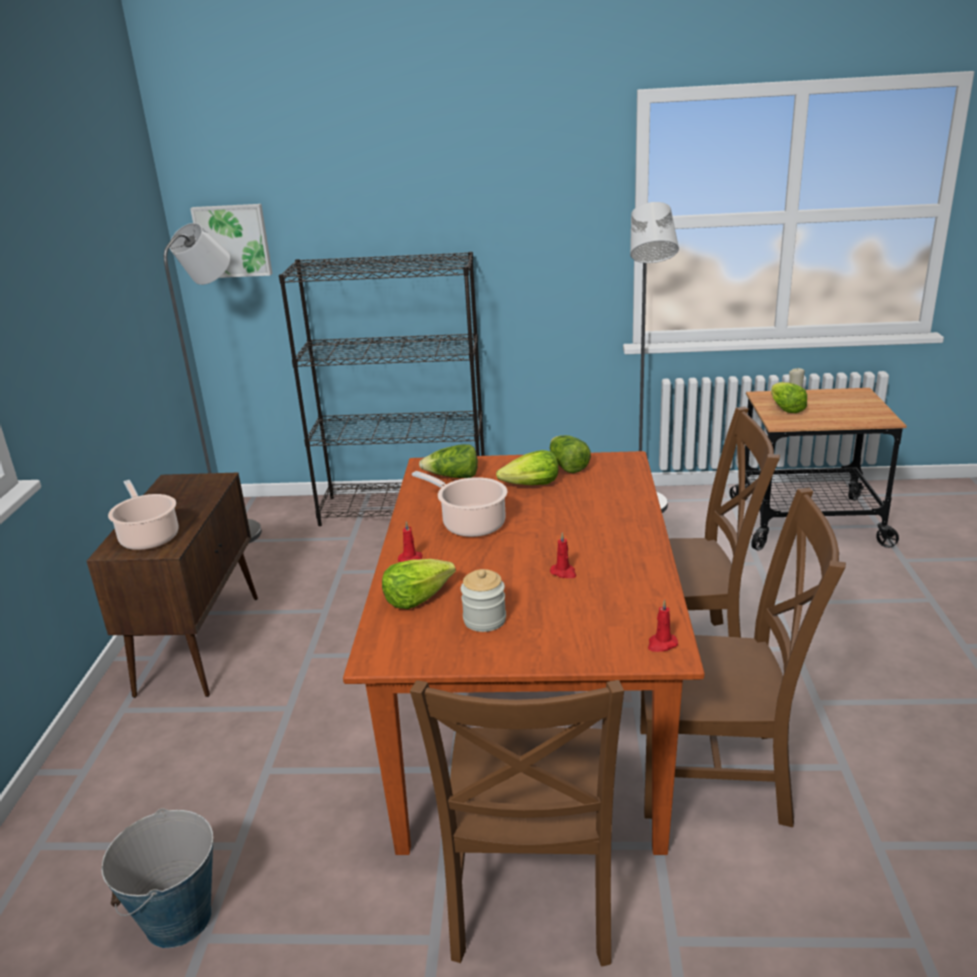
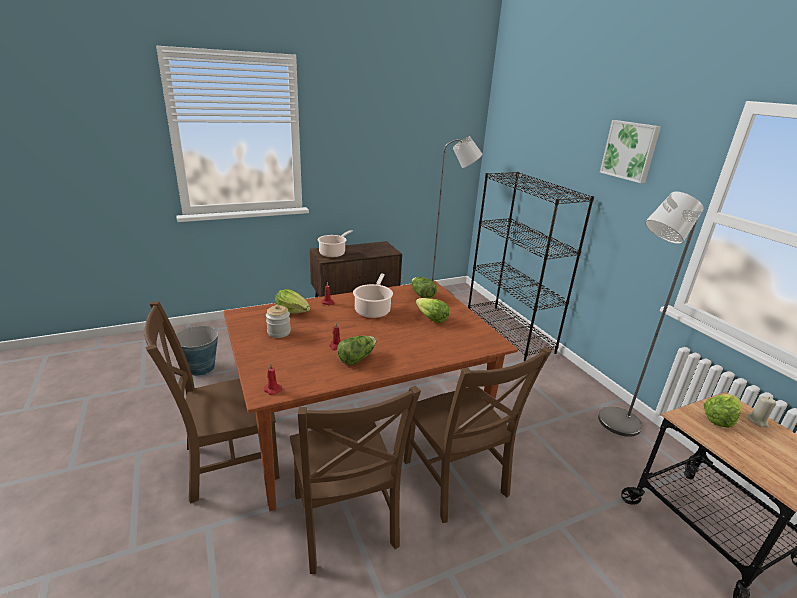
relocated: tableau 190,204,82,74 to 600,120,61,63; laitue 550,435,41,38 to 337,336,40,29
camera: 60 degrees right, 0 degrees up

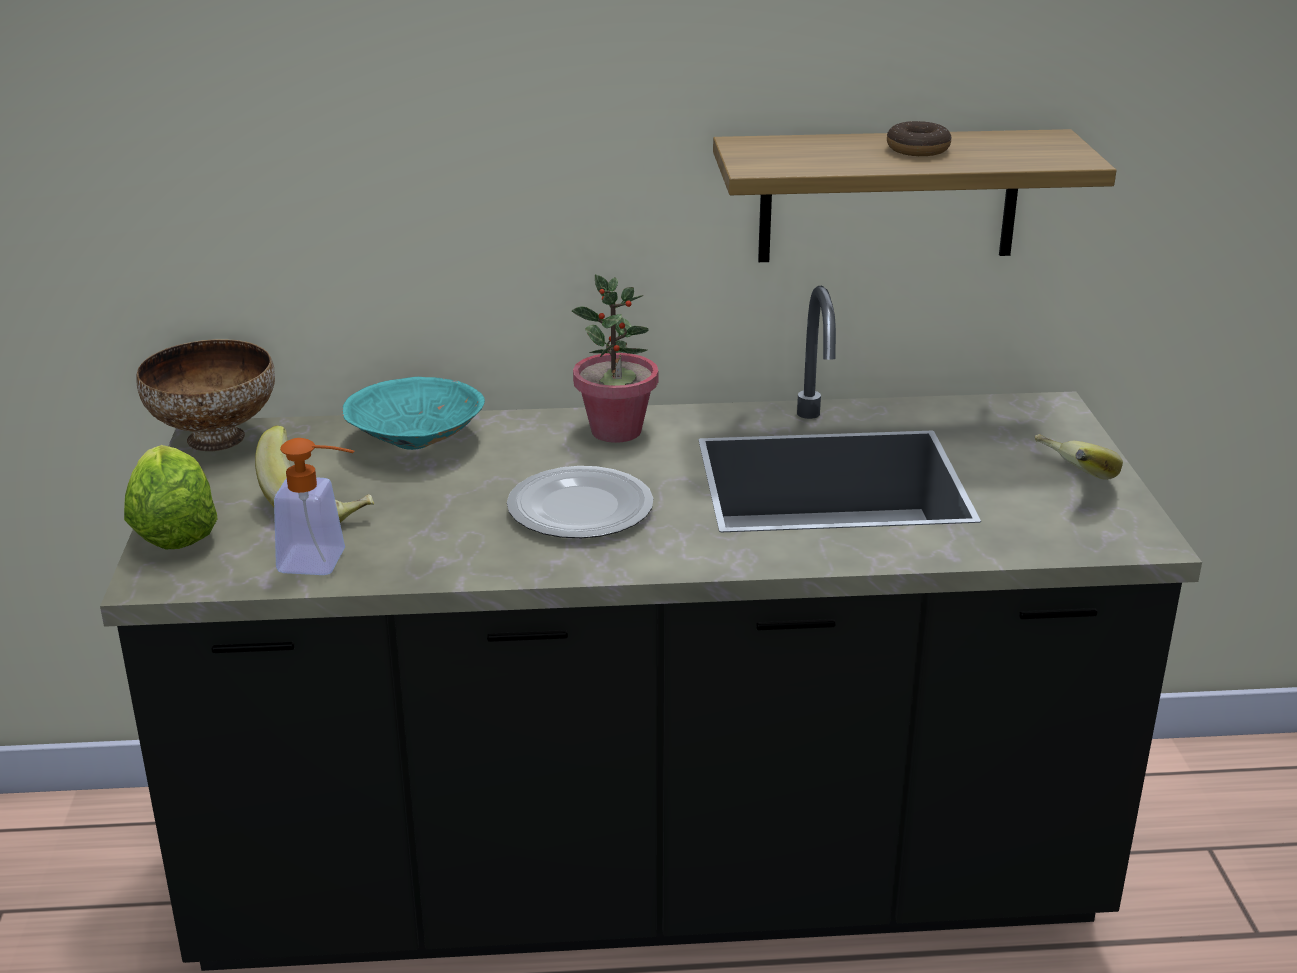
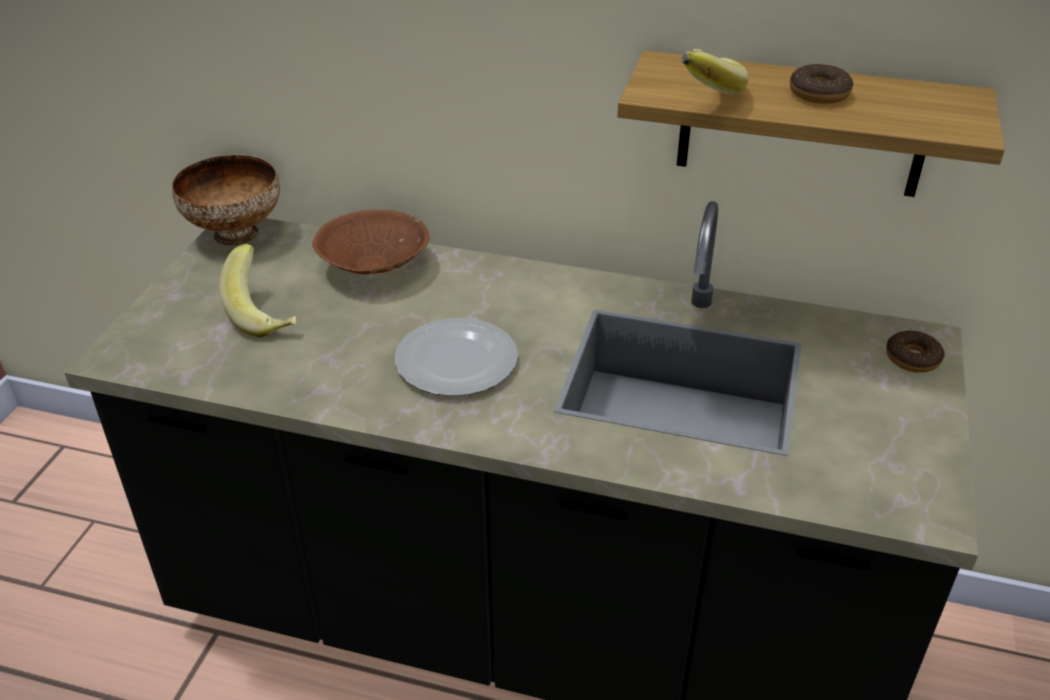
missing: laitue 124,445,93,105; distributeur de savon 274,438,80,137; plante en pot 572,274,87,169
appeared: beignet 886,330,58,43
relocated: banane 1035,434,88,46 to 681,49,68,45
colour: bol (turquoise) 342,377,143,73 to bol (marron) 312,210,118,65
camera: 20 degrees right, 10 degrees up

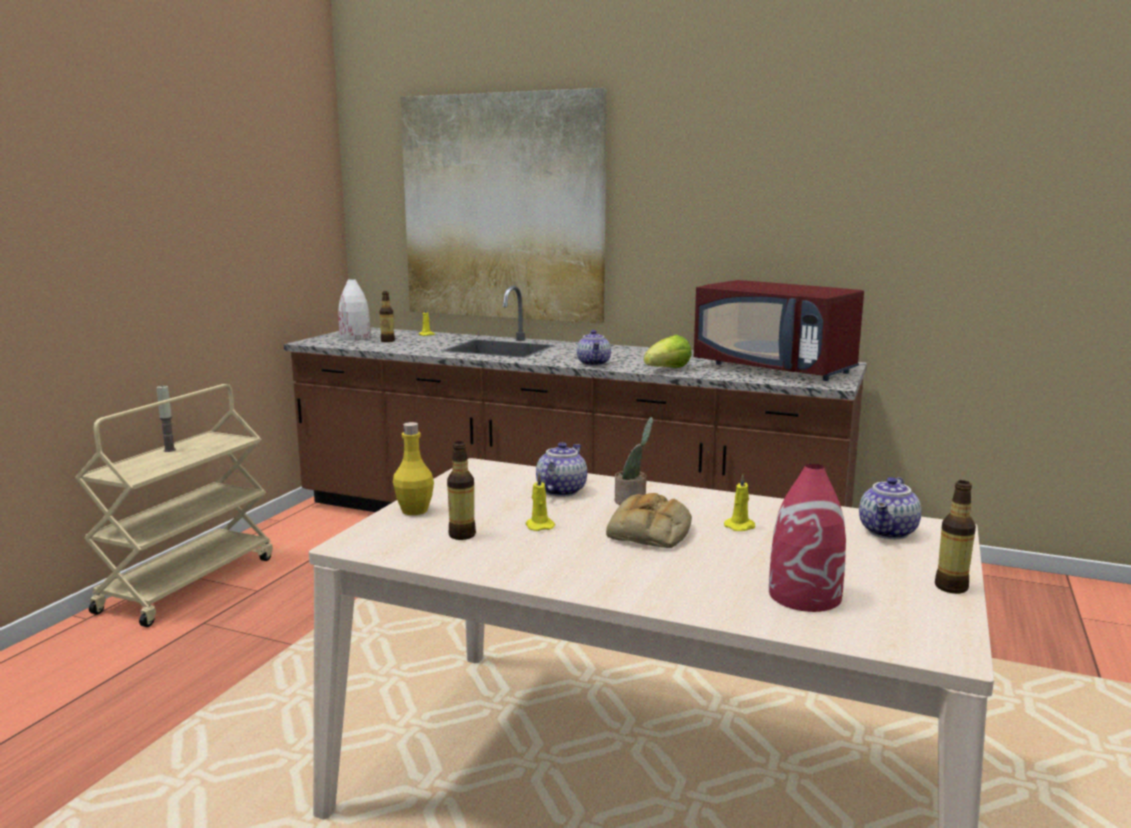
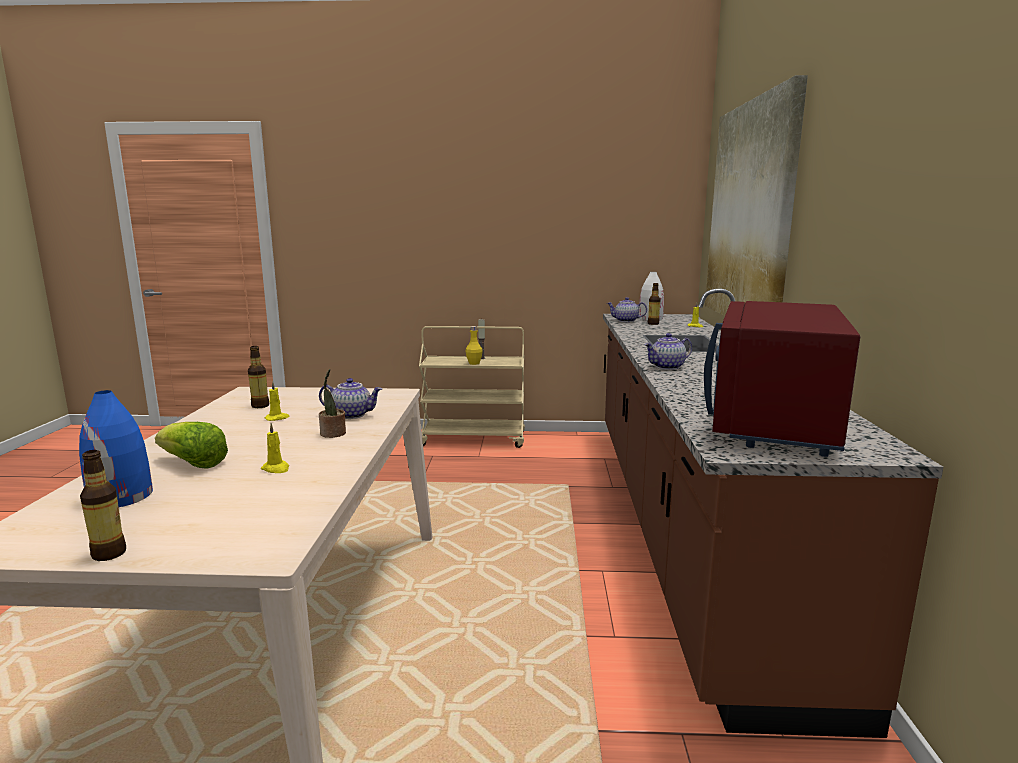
missing: pain 606,493,86,55
relocated: bouteille (jaune) 393,422,41,93 to 466,326,17,39; laitue 644,335,48,33 to 155,422,73,47; théière 859,477,62,62 to 607,297,40,25
colour: vase (rouge) 769,464,77,148 to vase (bleu) 79,390,74,117
camera: 70 degrees right, 0 degrees up

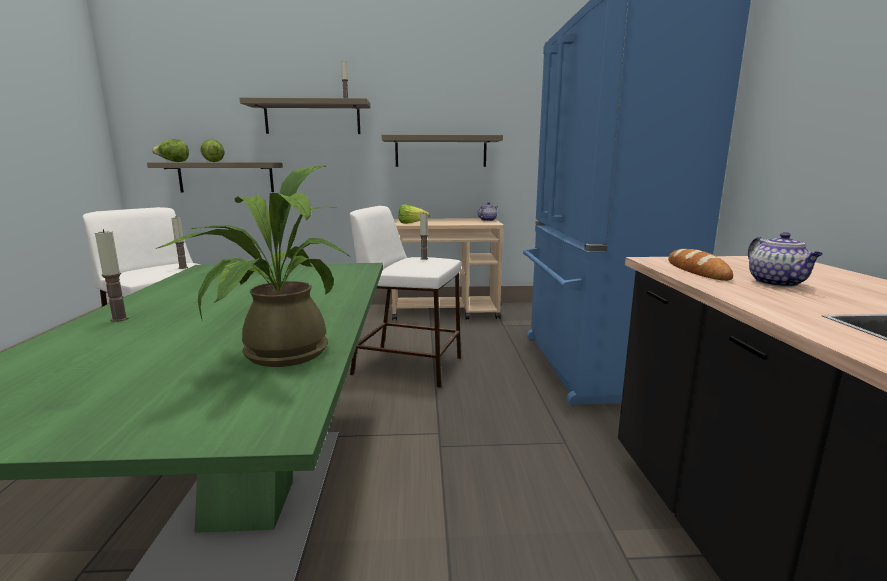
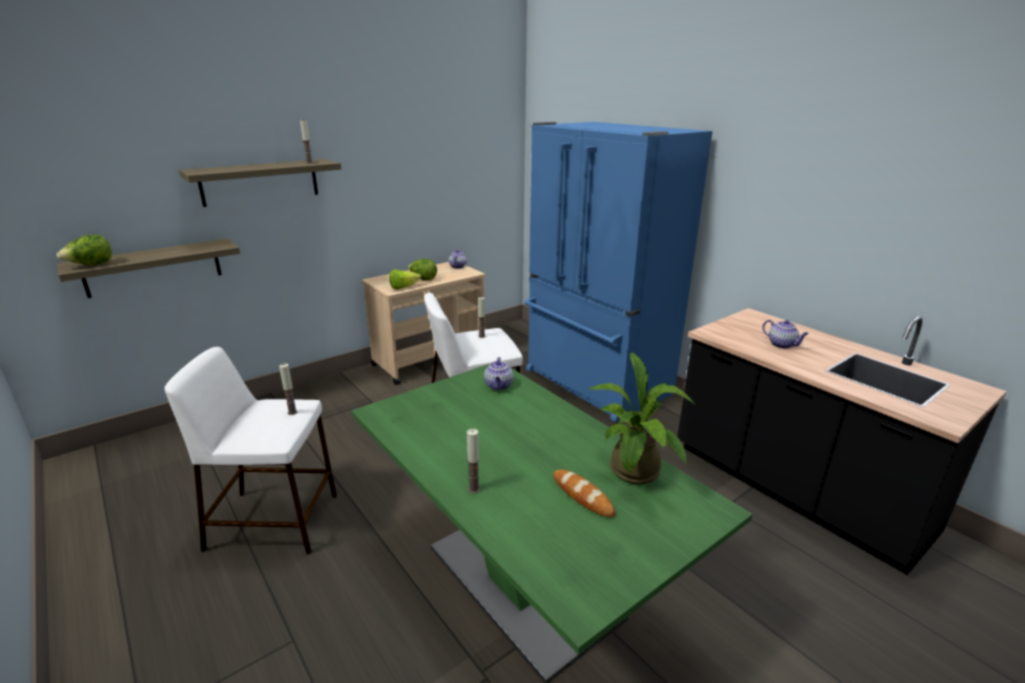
missing: étagère 382,135,121,32
appeared: théière 484,357,29,33
relocated: laitue 201,139,24,23 to 407,259,30,21; pain 668,249,65,32 to 554,470,61,47
camera: 35 degrees left, 10 degrees up

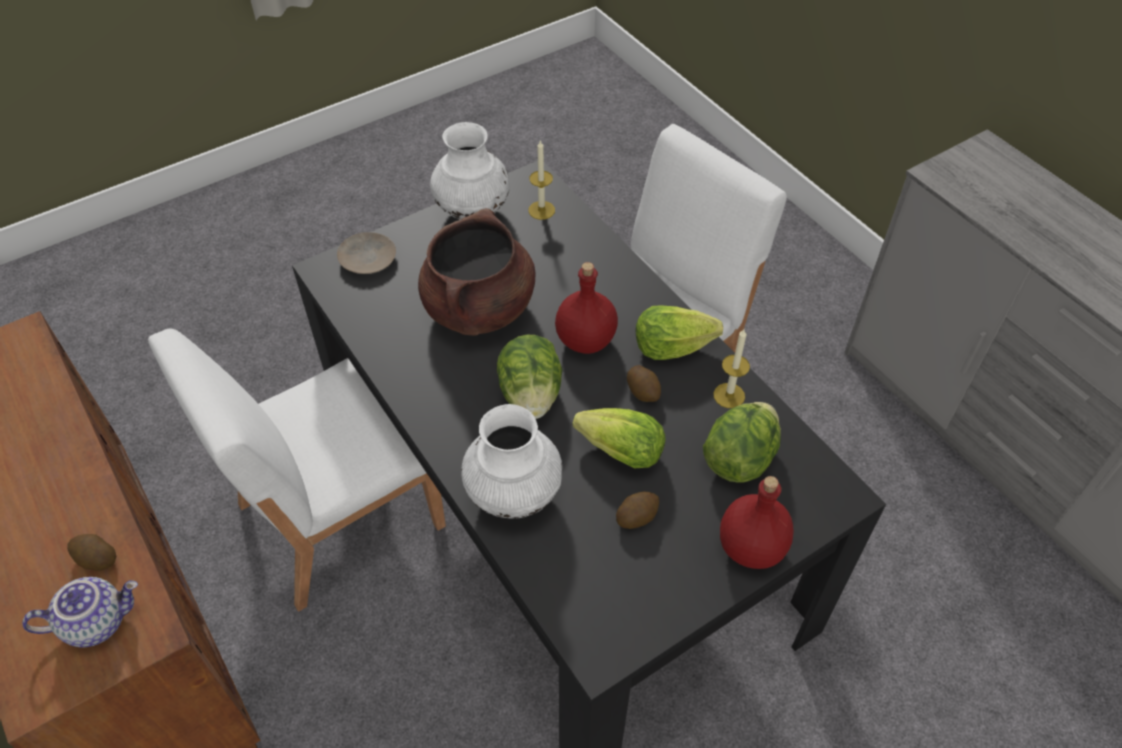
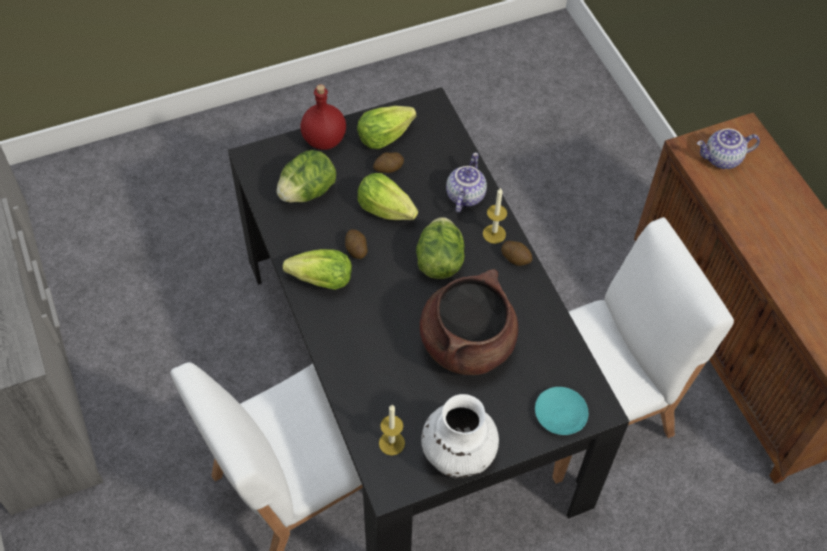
missing: bouteille (rouge) 555,262,63,92
appeared: laitue 357,106,59,43
relocated: pomme de terre 67,534,49,37 to 501,241,31,25; bougie 713,329,37,79 to 483,187,24,57
exchanged: vase (blanc) 461,404,101,115 to théière 446,152,41,60
colour: assiette (beige) 337,232,59,42 to assiette (turquoise) 535,387,53,48
camera: 170 degrees left, 5 degrees up

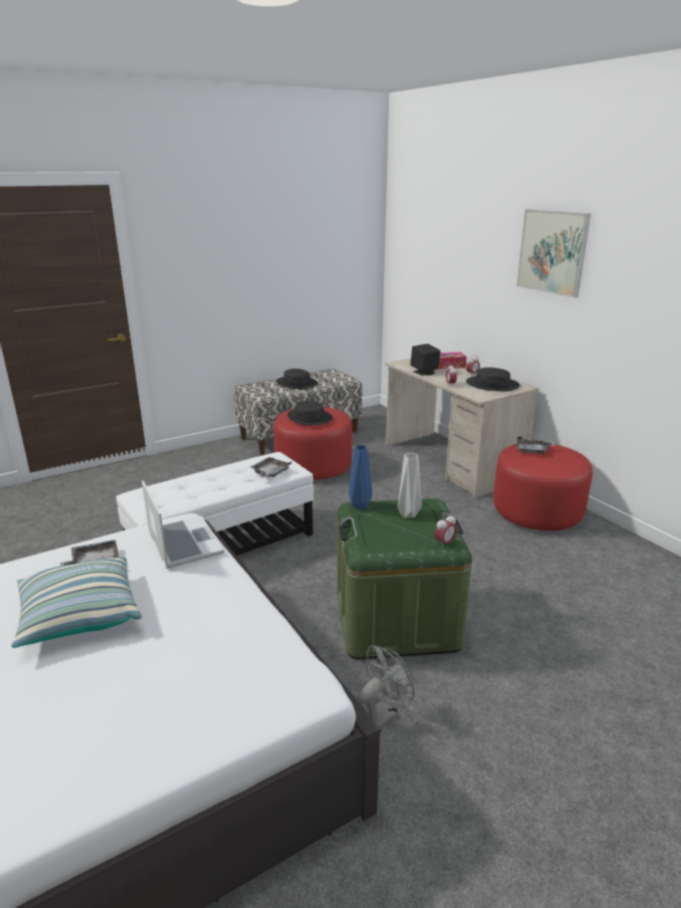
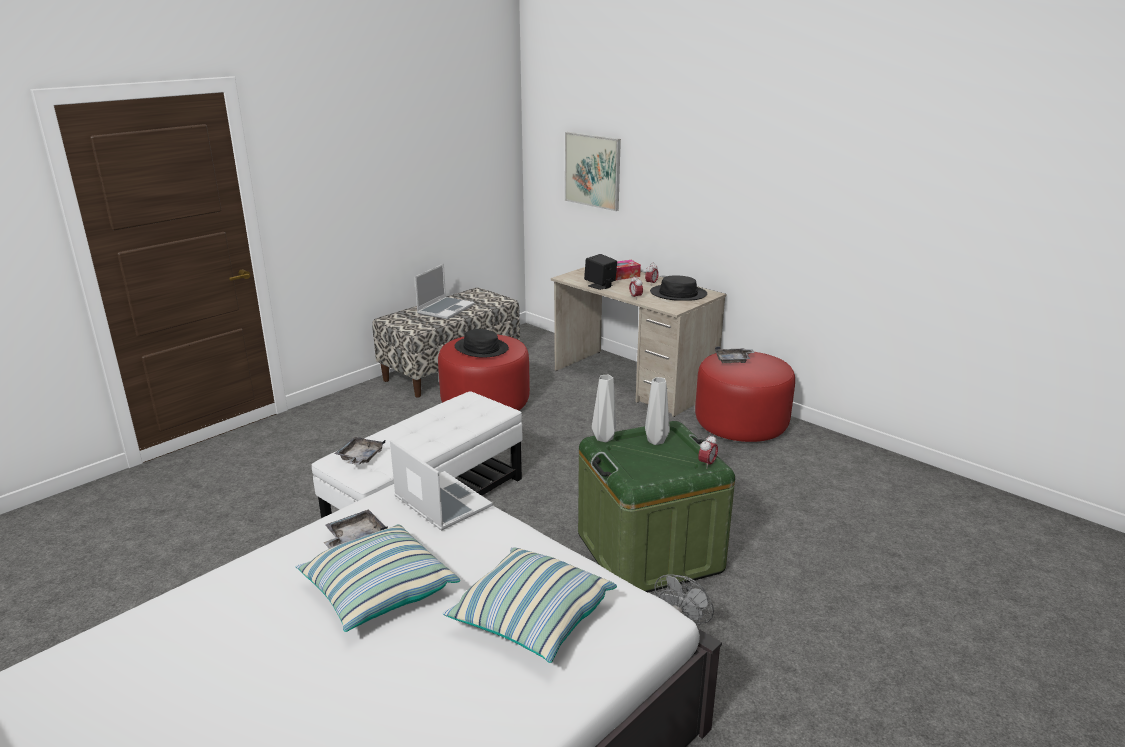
appeared: coussin 443,547,174,116
relocated: plateau (gris) 251,457,41,20 to 335,437,50,28; tableau 516,209,75,89 to 565,132,56,79
exchanged: chapeau (noir) 276,369,42,20 to ordinateur portable 415,264,60,56
colour: vase (bleu) 349,445,23,65 to vase (gris) 592,375,24,67
camera: 15 degrees left, 0 degrees up

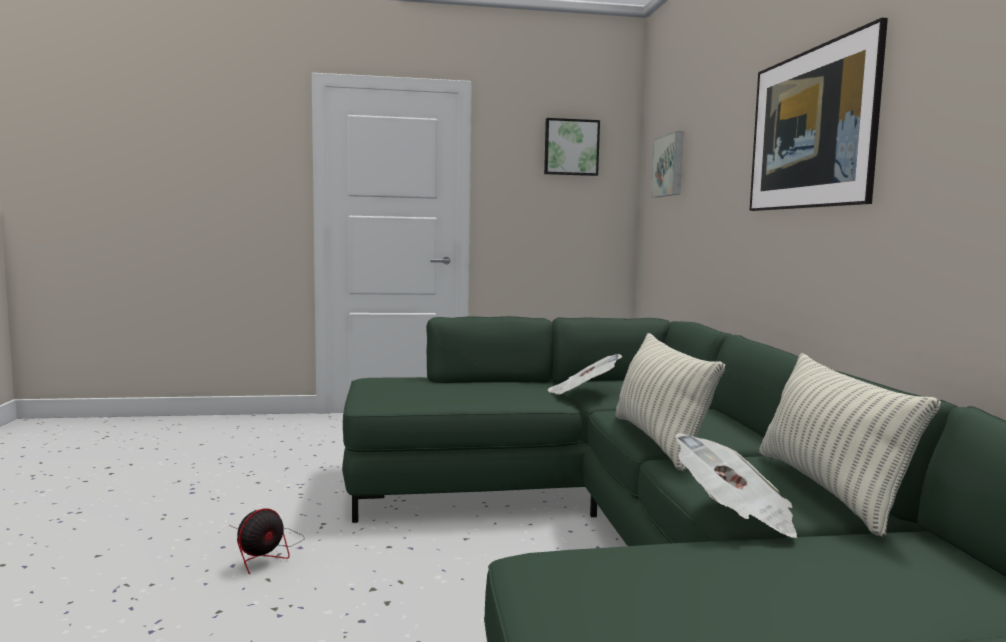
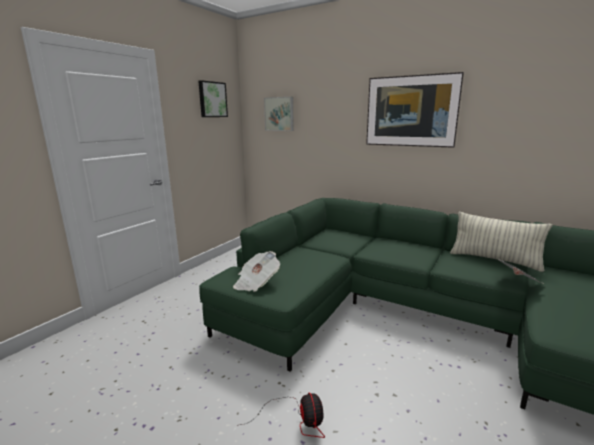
missing: coussin 615,333,110,138
relocated: journal 548,354,74,41 to 233,251,47,41
camera: 50 degrees left, 10 degrees up

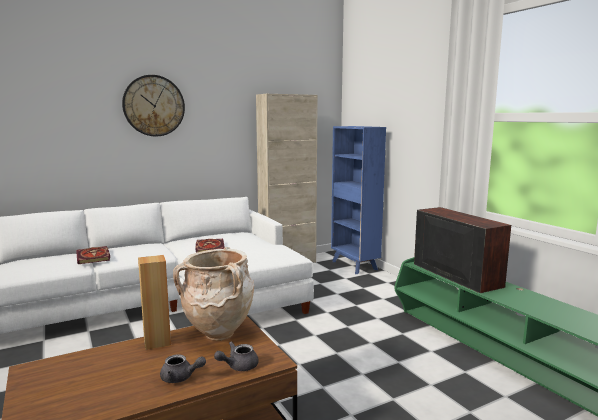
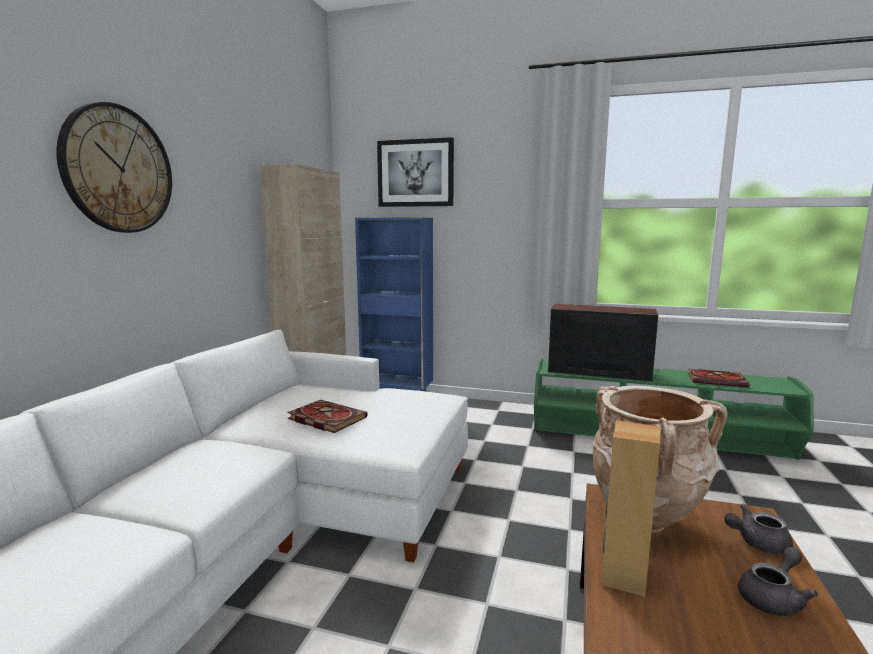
appeared: tableau 377,137,77,70
relocated: livre 76,246,34,18 to 688,369,61,19
spun: théière (gris) 214,342,45,29 = 724,503,69,51 75 degrees clockwise
camera: 45 degrees left, 0 degrees up

